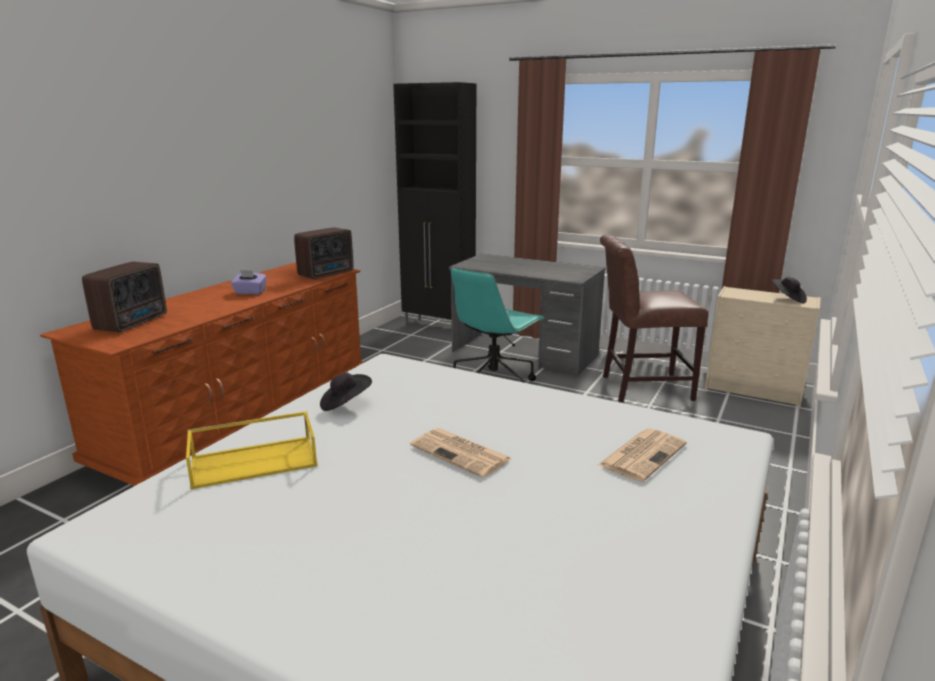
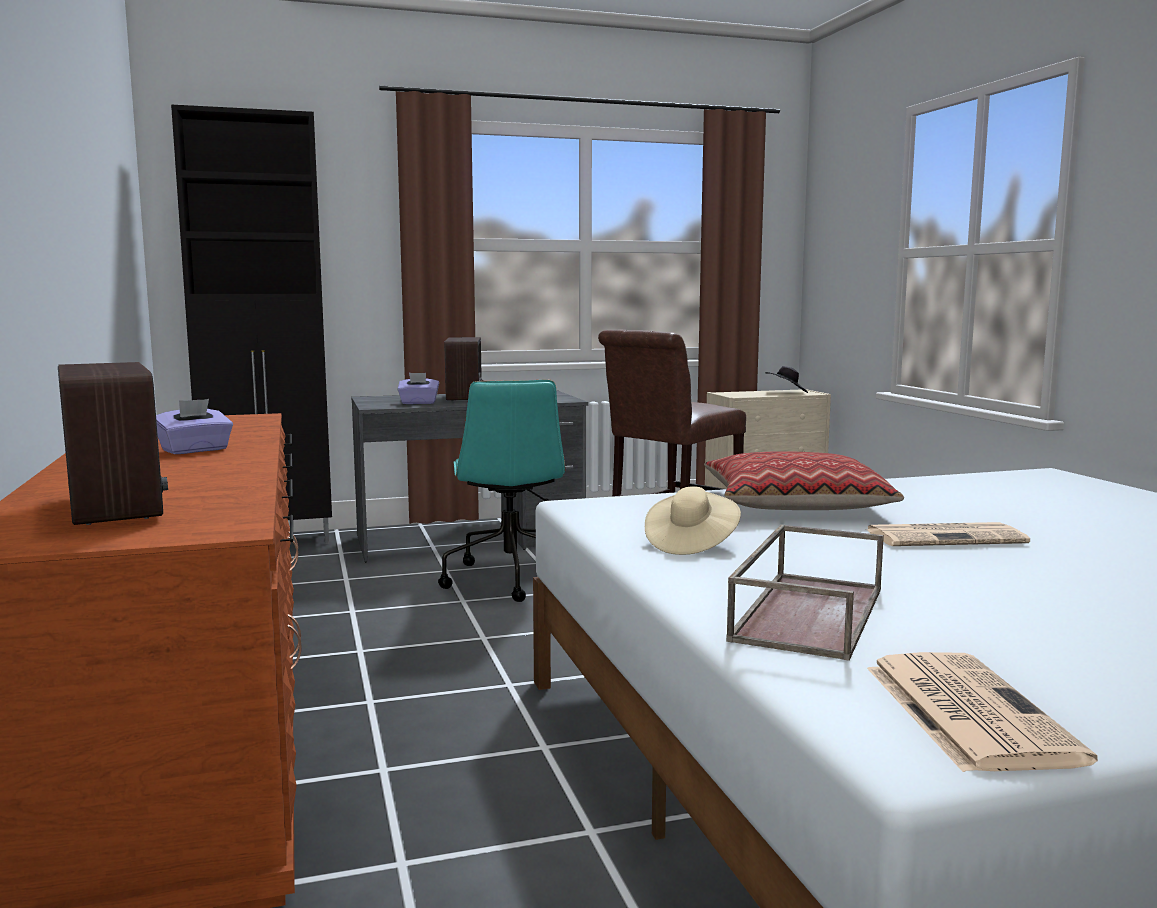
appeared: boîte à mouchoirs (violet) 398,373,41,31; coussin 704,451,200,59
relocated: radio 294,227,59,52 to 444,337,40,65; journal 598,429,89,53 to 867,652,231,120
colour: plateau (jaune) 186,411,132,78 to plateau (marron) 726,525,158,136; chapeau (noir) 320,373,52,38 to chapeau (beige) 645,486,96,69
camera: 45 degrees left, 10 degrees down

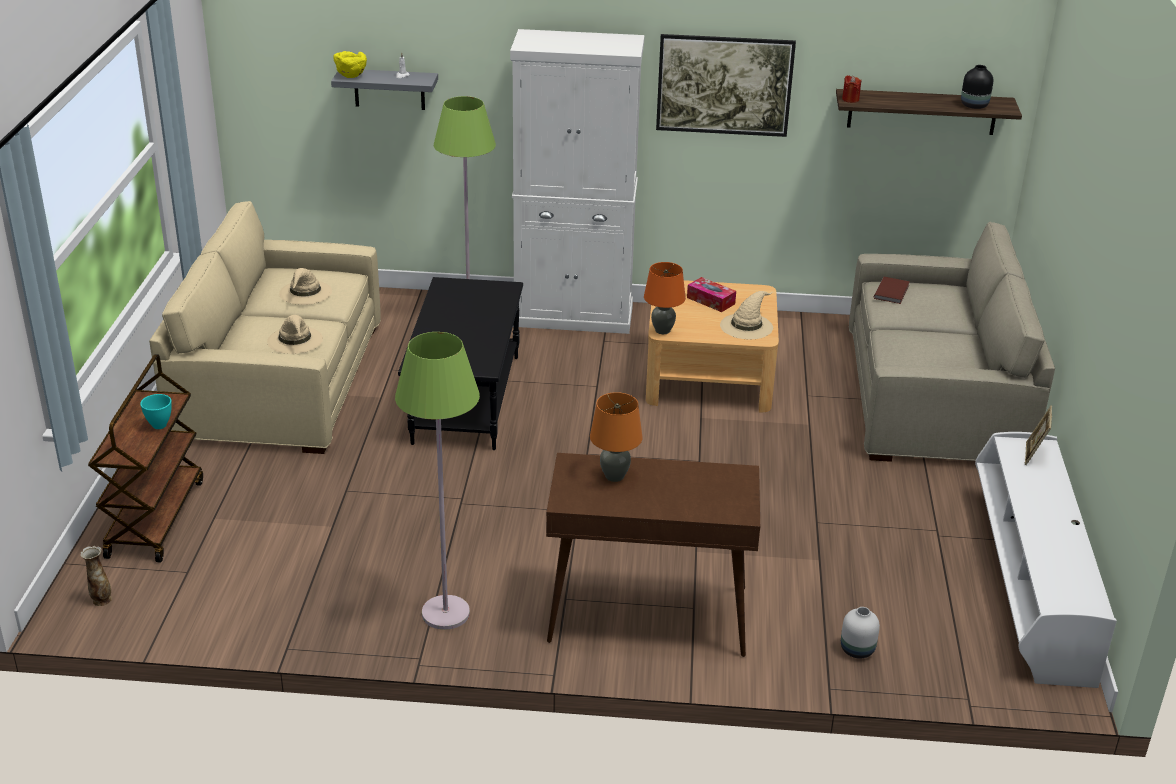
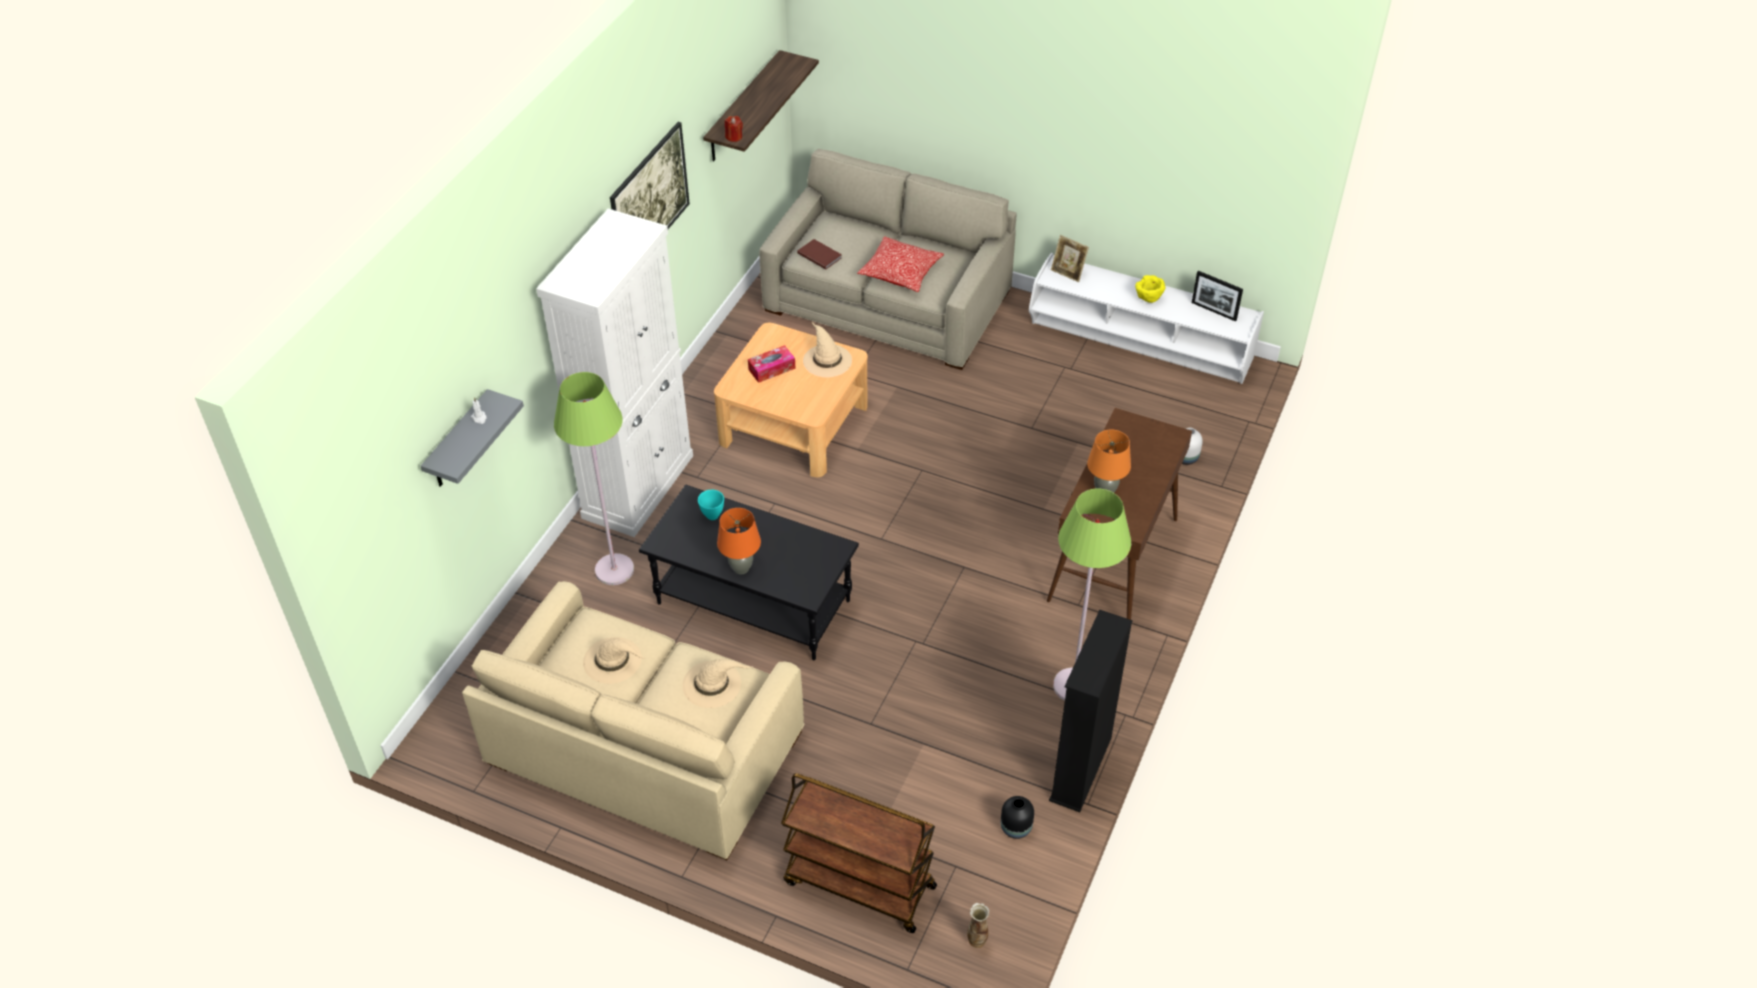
appeared: coussin 857,236,87,56; bibliothèque (noir) 1049,610,83,202; cadre photo 1192,271,51,50
relocated: bol (turquoise) 140,394,32,35 to 698,490,26,30; bol (jaune) 333,51,34,27 to 1135,275,30,28; lampe de table (orange) 644,262,42,72 to 717,508,44,66; vase (noir) 961,65,32,44 to 1001,796,33,43
camera: 70 degrees left, 15 degrees up

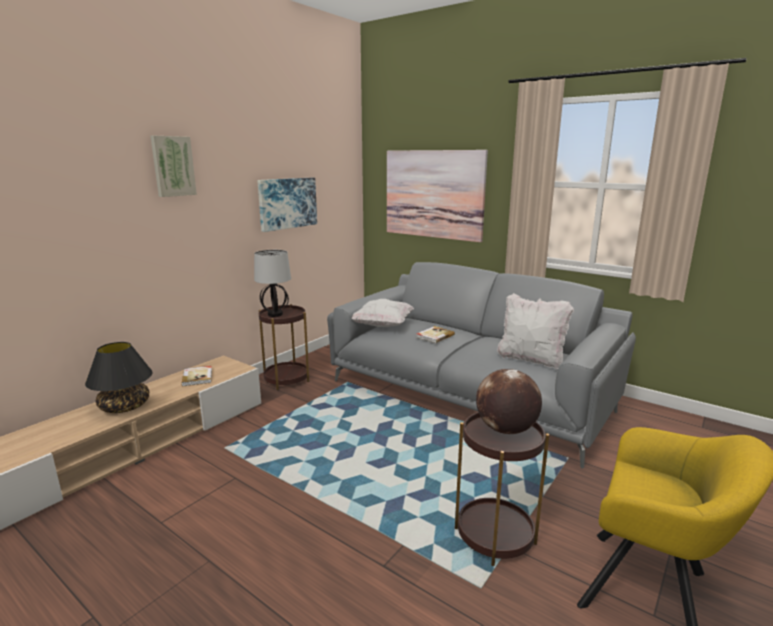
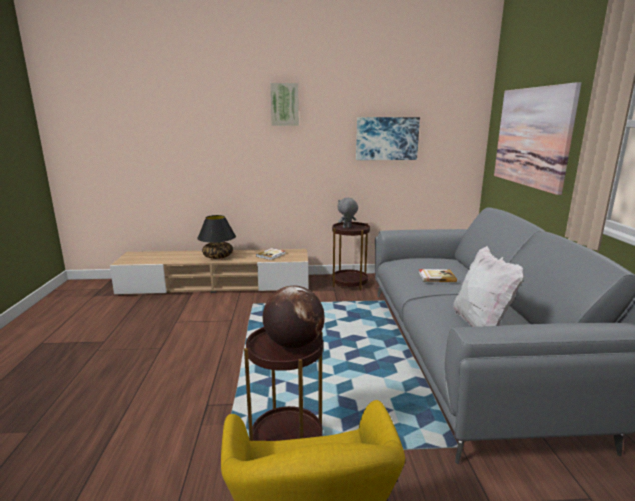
missing: coussin (blanc) 351,299,63,28
exchanged: lampe de table 254,250,37,67 to peluche (gris) 338,198,20,30
camera: 50 degrees right, 0 degrees up

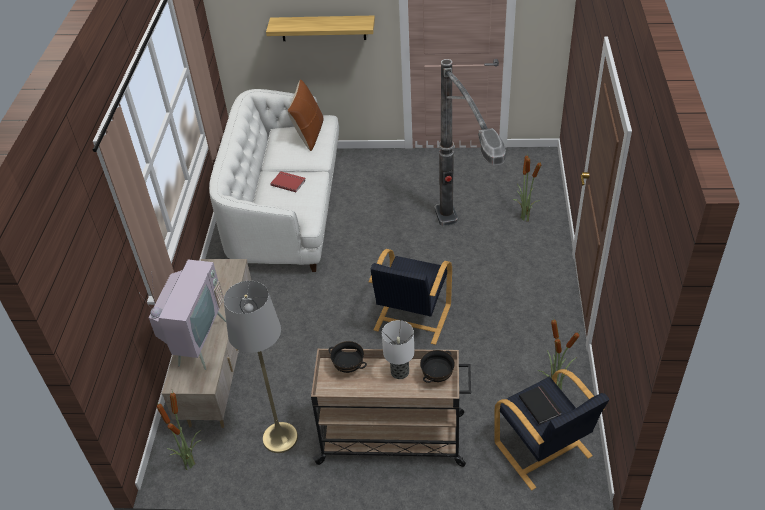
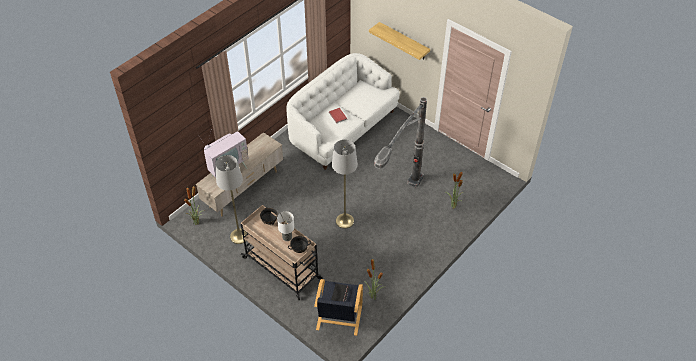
missing: coussin (marron) 288,79,36,72
exchanged: fauteuil (noir) 368,249,84,96 to lampadaire (gris) 332,140,26,89
camera: 35 degrees right, 5 degrees up

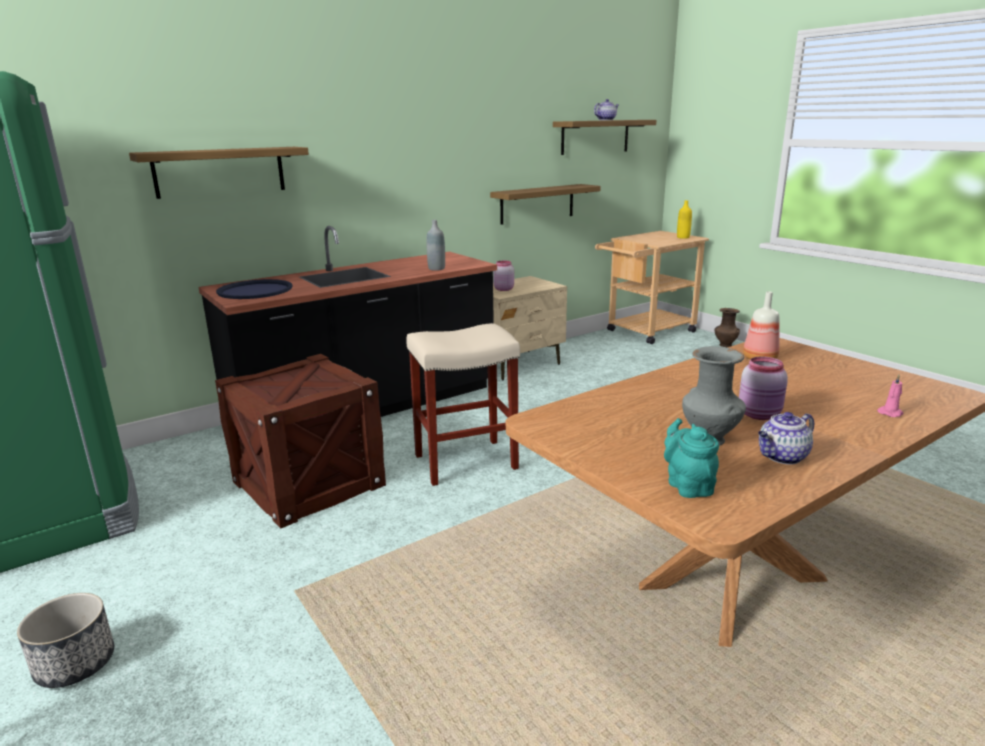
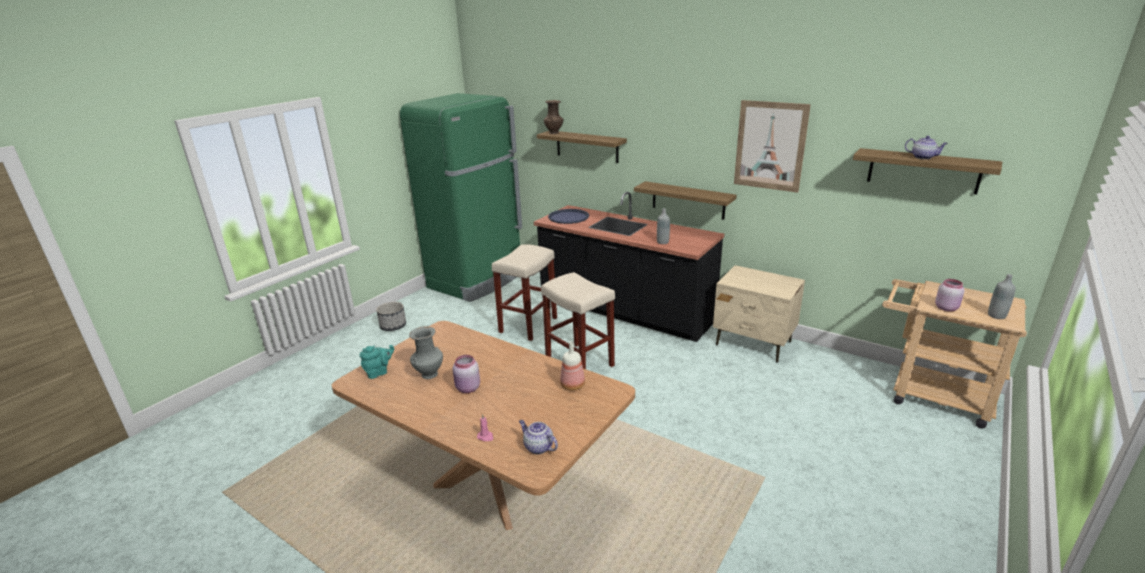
appeared: tableau 734,100,77,93
relocated: étagère 490,184,111,41 to 634,181,103,39; bocal (rose) 493,261,21,30 to 935,279,29,33; vase (marron) 714,308,26,39 to 544,100,19,34; théière 758,412,56,53 to 519,420,39,35
exchanged: caisse 215,354,171,175 to tabouret (beige) 492,244,65,97
colour: bouteille (jaune) 677,200,15,39 to bouteille (gris) 988,274,28,45
camera: 70 degrees right, 5 degrees up

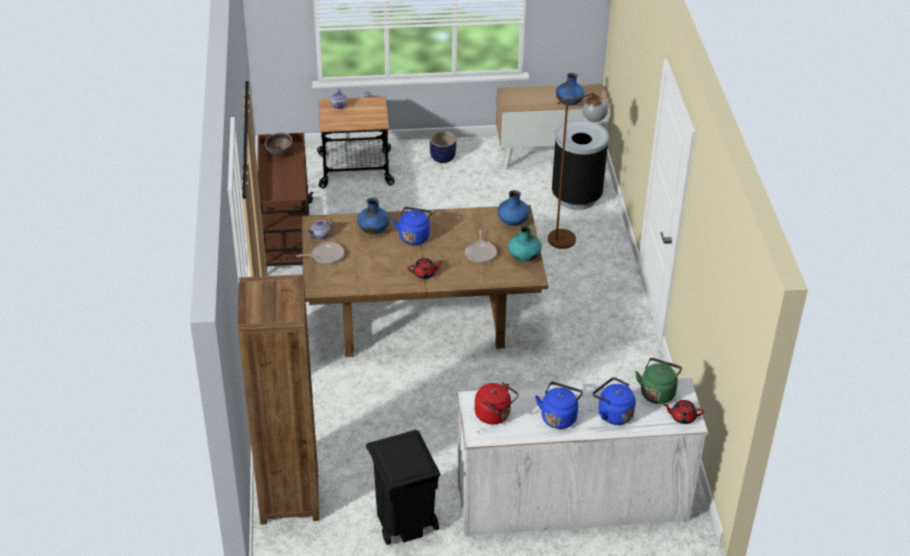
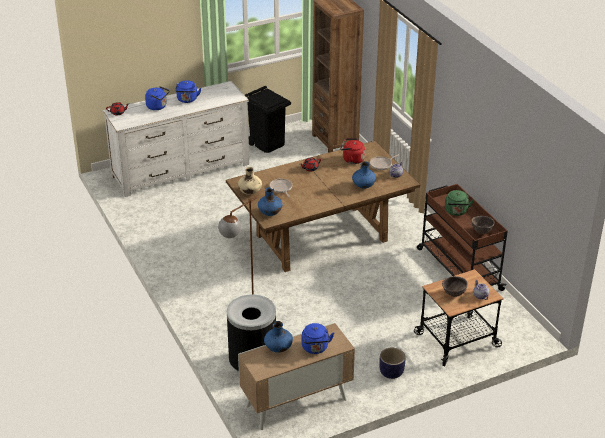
appeared: bol (marron) 442,276,26,21
relocated: bouilloire (bleu) 393,207,39,38 to 302,323,32,31; bouilloire (rouge) 475,383,44,42 to 340,138,25,26; bouilloire (vert) 635,358,47,46 to 445,190,29,26
colour: vase (turquoise) 508,225,34,37 to vase (beige) 238,167,24,28
camera: 160 degrees right, 5 degrees down

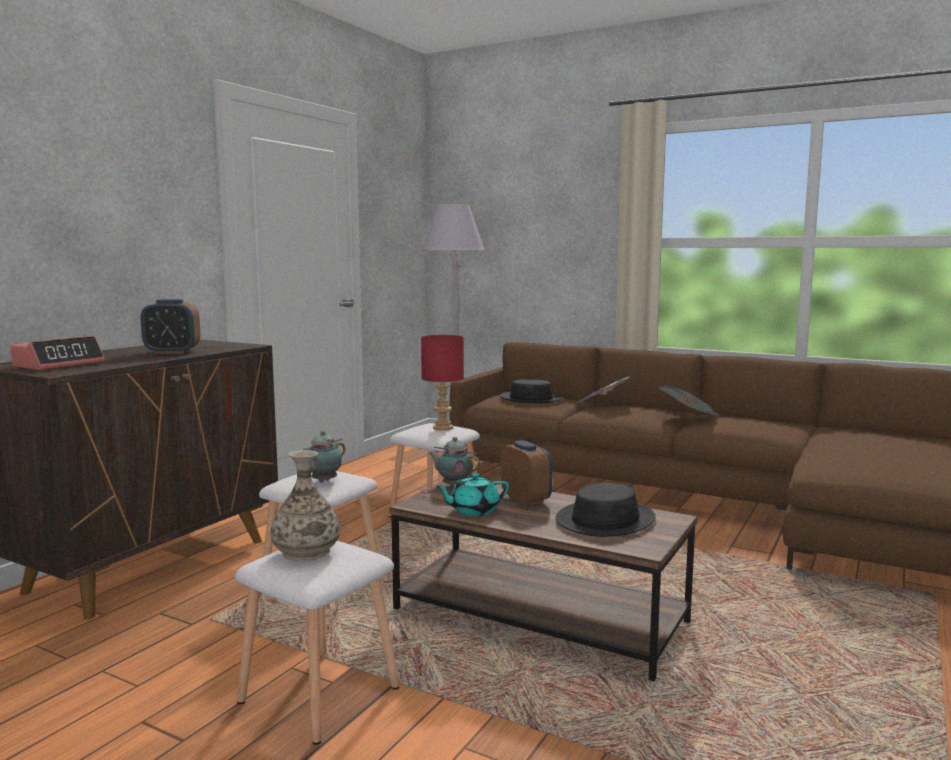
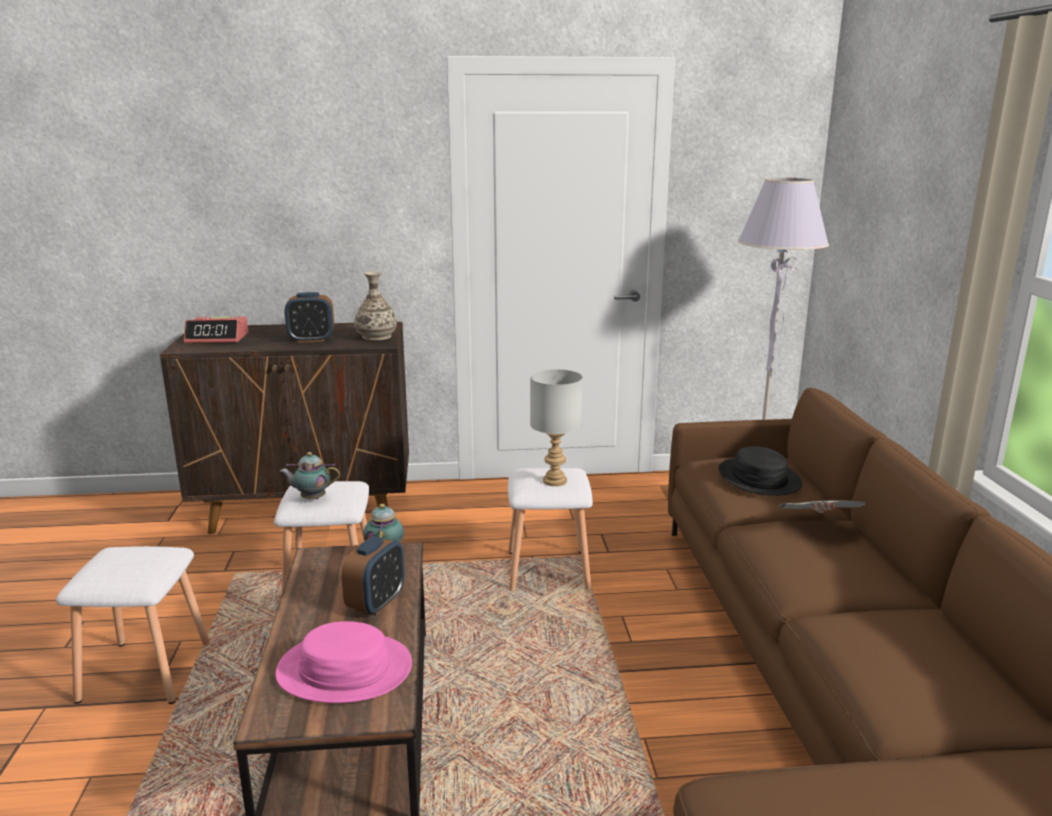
missing: théière (turquoise) 435,473,74,43; journal 659,385,60,30
relocated: vase 271,450,69,111 to 354,271,43,69
colour: lampe de table (rouge) 421,335,43,96 to lampe de table (gris) 530,369,53,117; chapeau (noir) 555,483,101,54 to chapeau (rose) 276,621,136,82
spun: réveil 141,299,59,55 = 285,292,49,51 60 degrees counterclockwise
camera: 55 degrees right, 10 degrees up

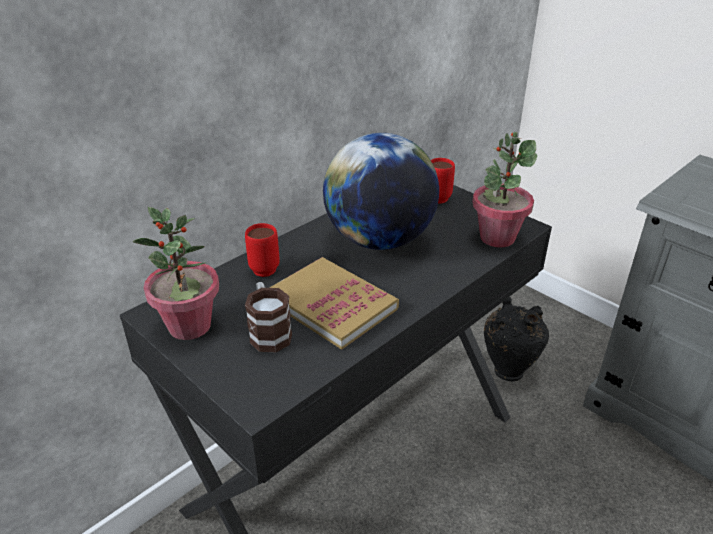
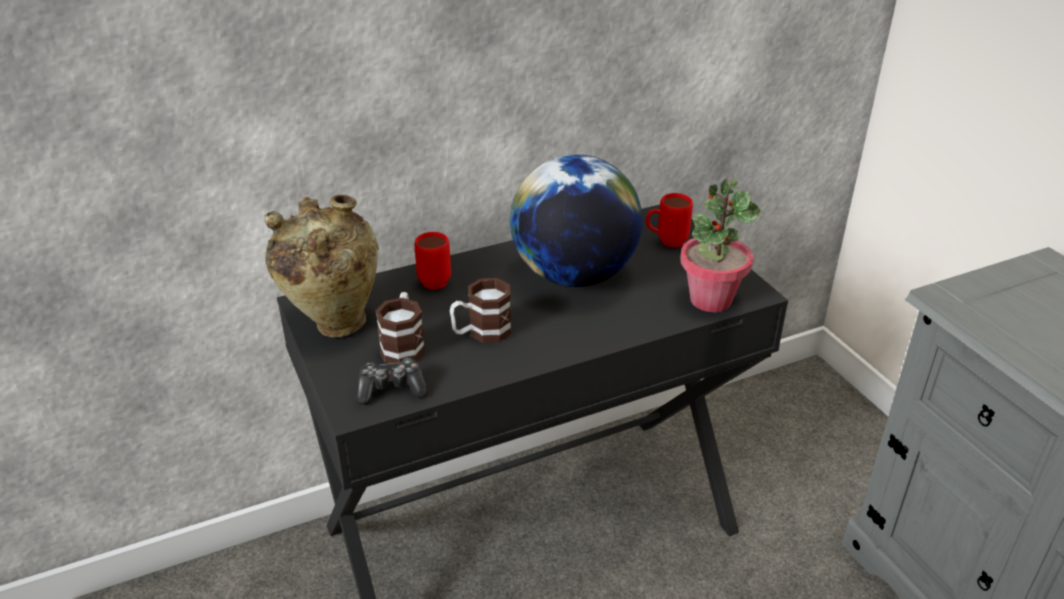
missing: vase (noir) 484,297,65,84
appeared: manette 357,358,71,47
exchanged: plante en pot 133,207,86,133 to vase (beige) 265,194,114,143; livre 269,257,130,93 to mug 450,278,62,65
camera: 20 degrees right, 0 degrees up

